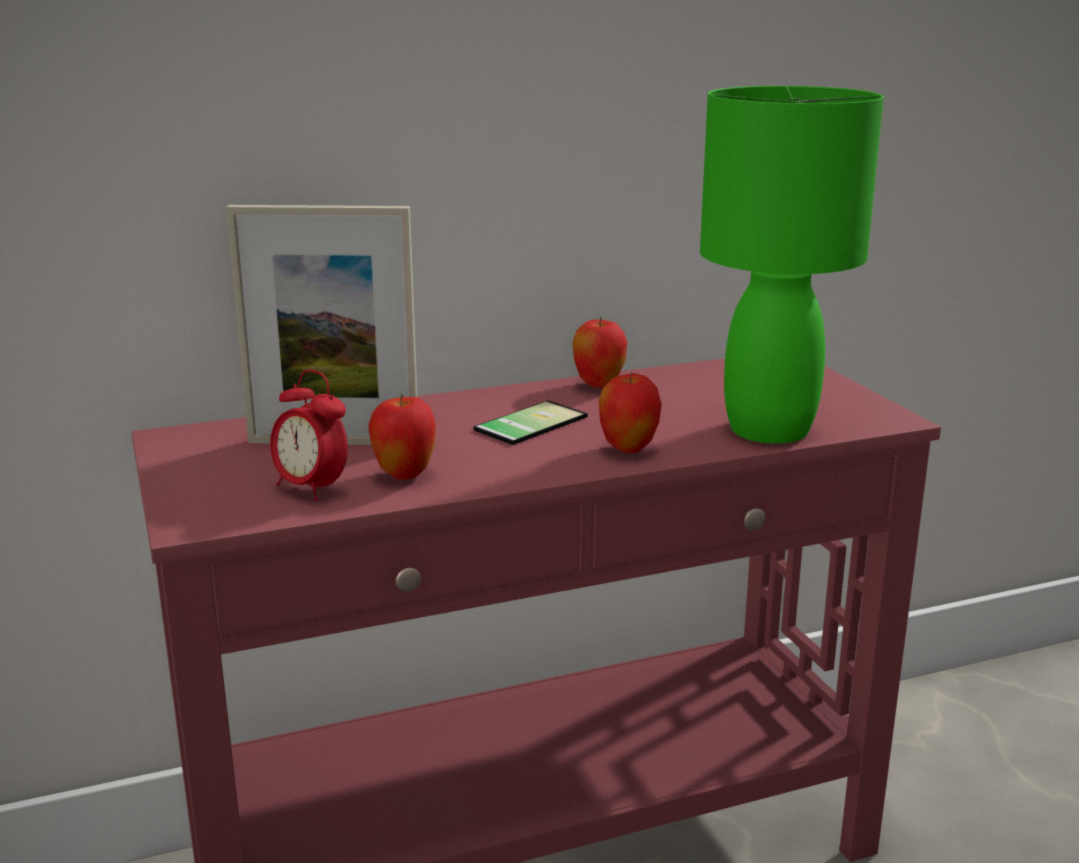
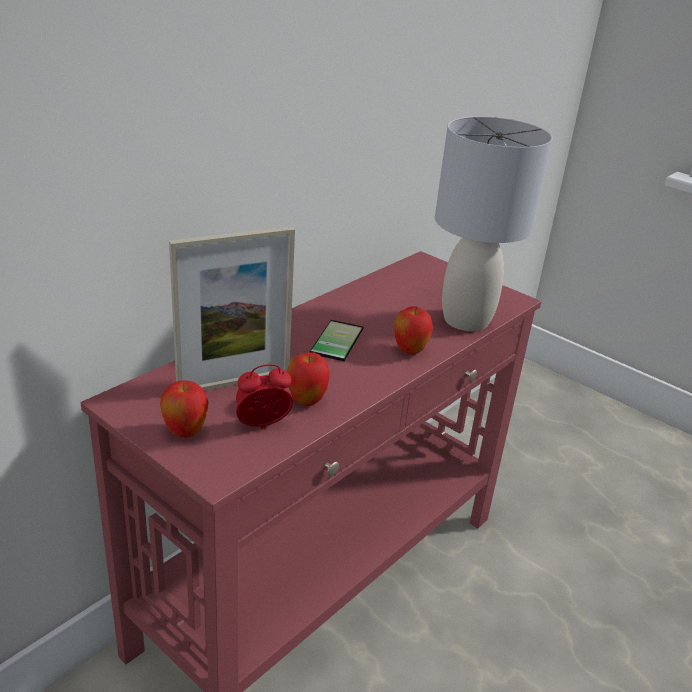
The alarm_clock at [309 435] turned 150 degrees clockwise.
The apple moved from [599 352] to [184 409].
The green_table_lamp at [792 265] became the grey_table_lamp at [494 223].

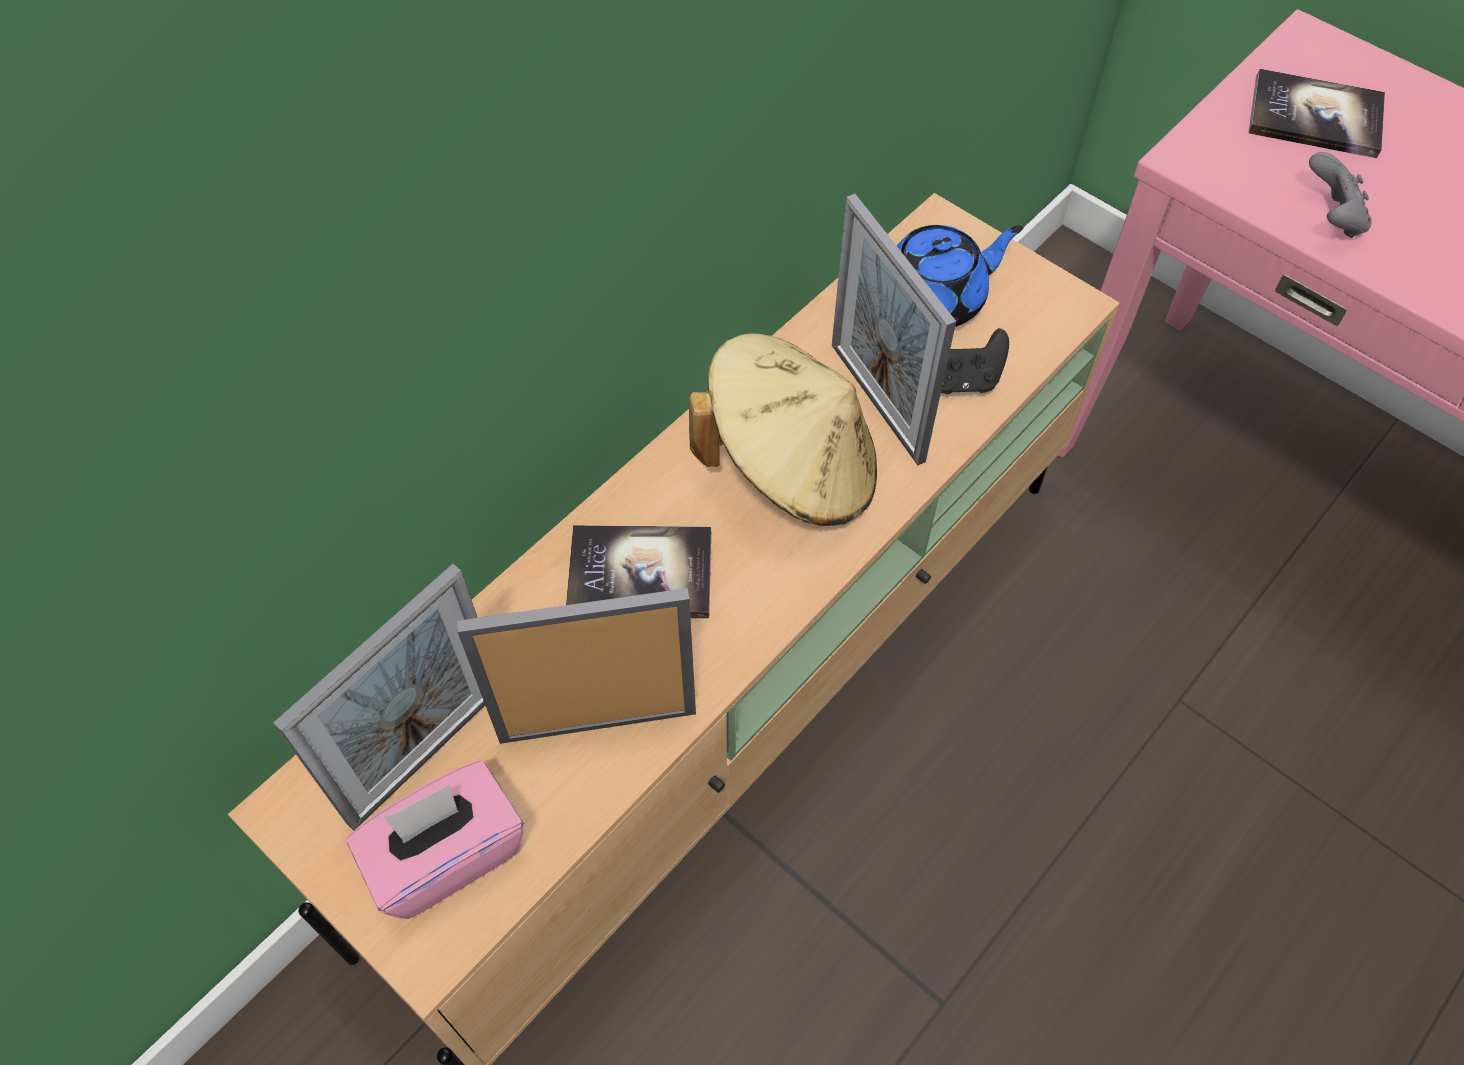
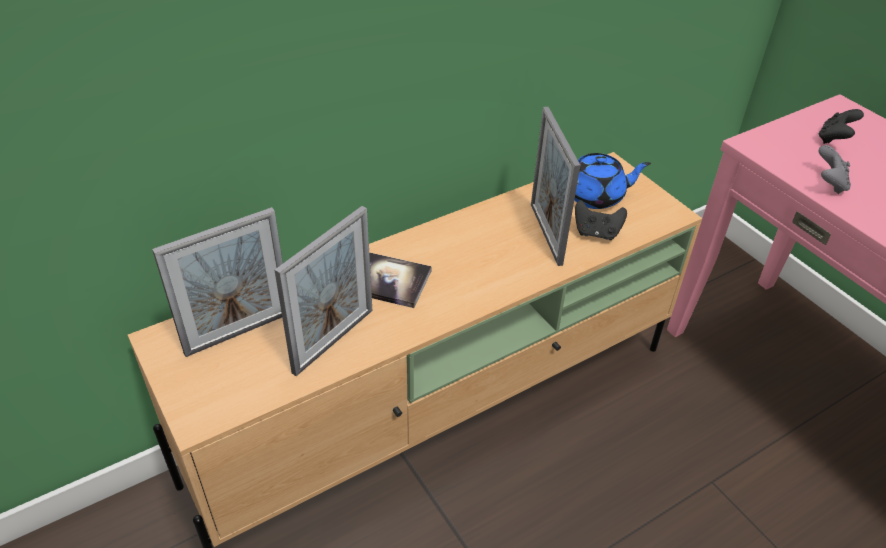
The pink_tissue_box at [435 839] disappeared.
The picture_frame at [576 666] turned 120 degrees clockwise.
The beige_hat at [783 430] disappeared.
The book at [1317 113] was replaced by the black_game_controller at [841 126].

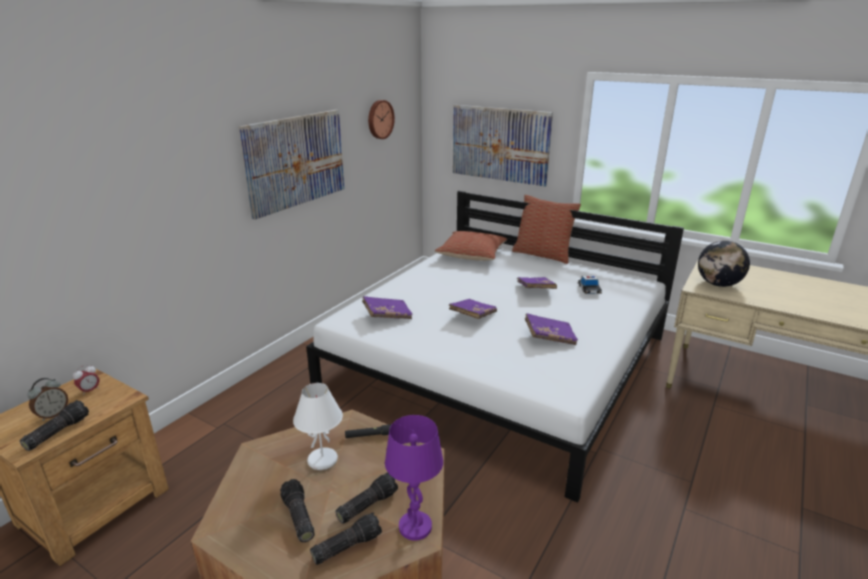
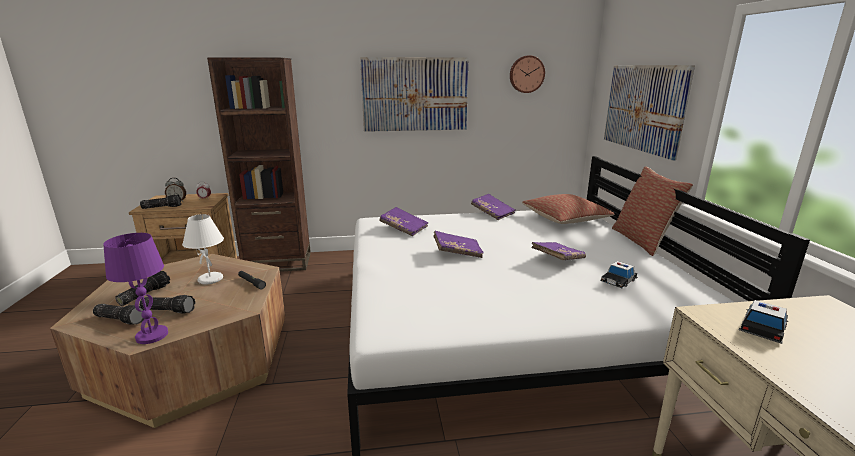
The purple_book moved from [551 329] to [493 207].
The globe at [724 263] was replaced by the toy_car at [763 322].
The brown_bookcase at [259 164] appeared.

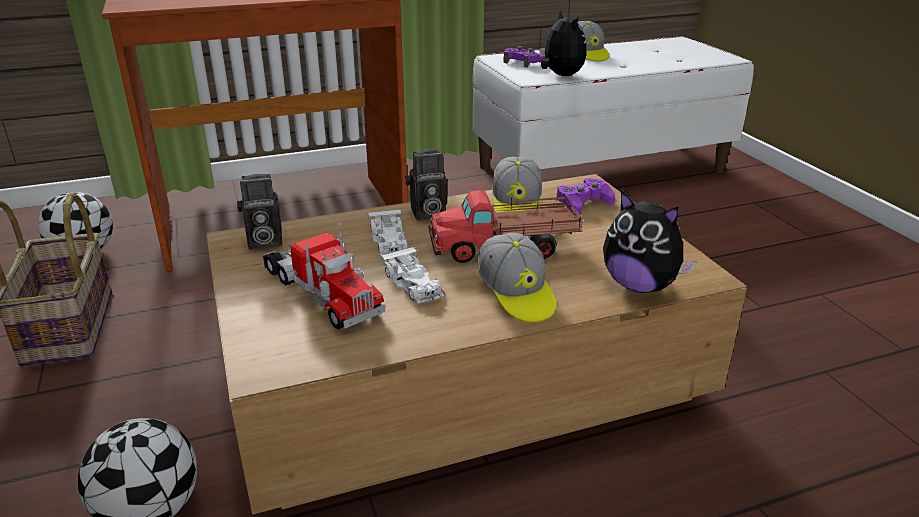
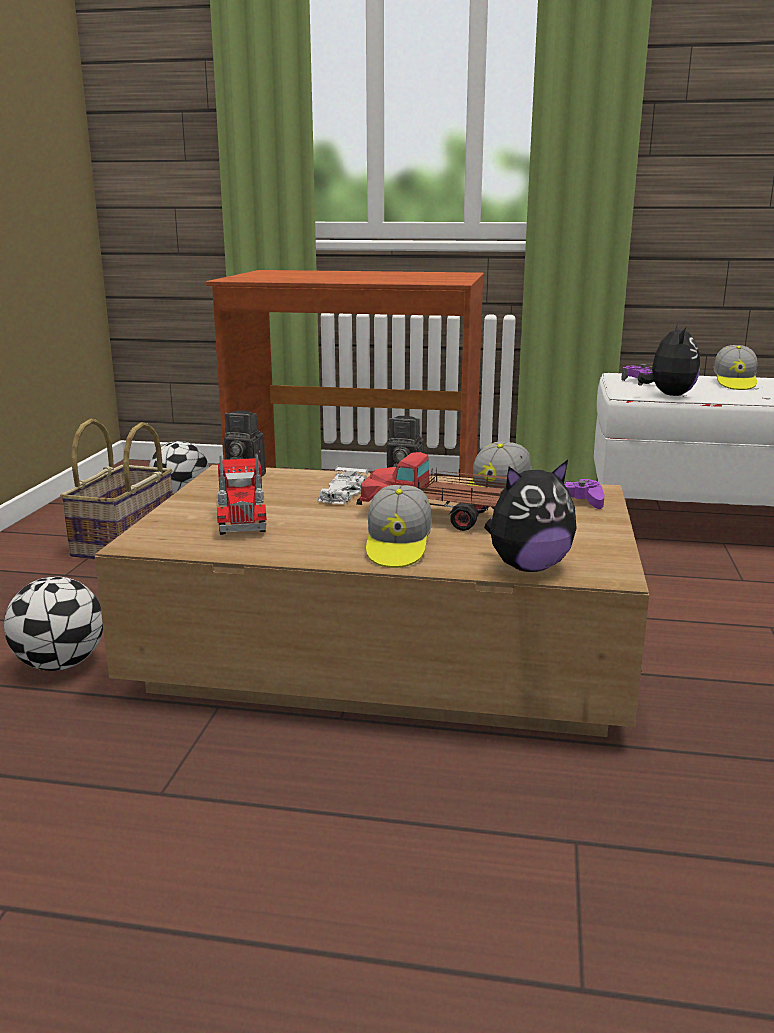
The white_toy_car at [412 276] disappeared.
The plush_toy at [649 241] turned 90 degrees counterclockwise.

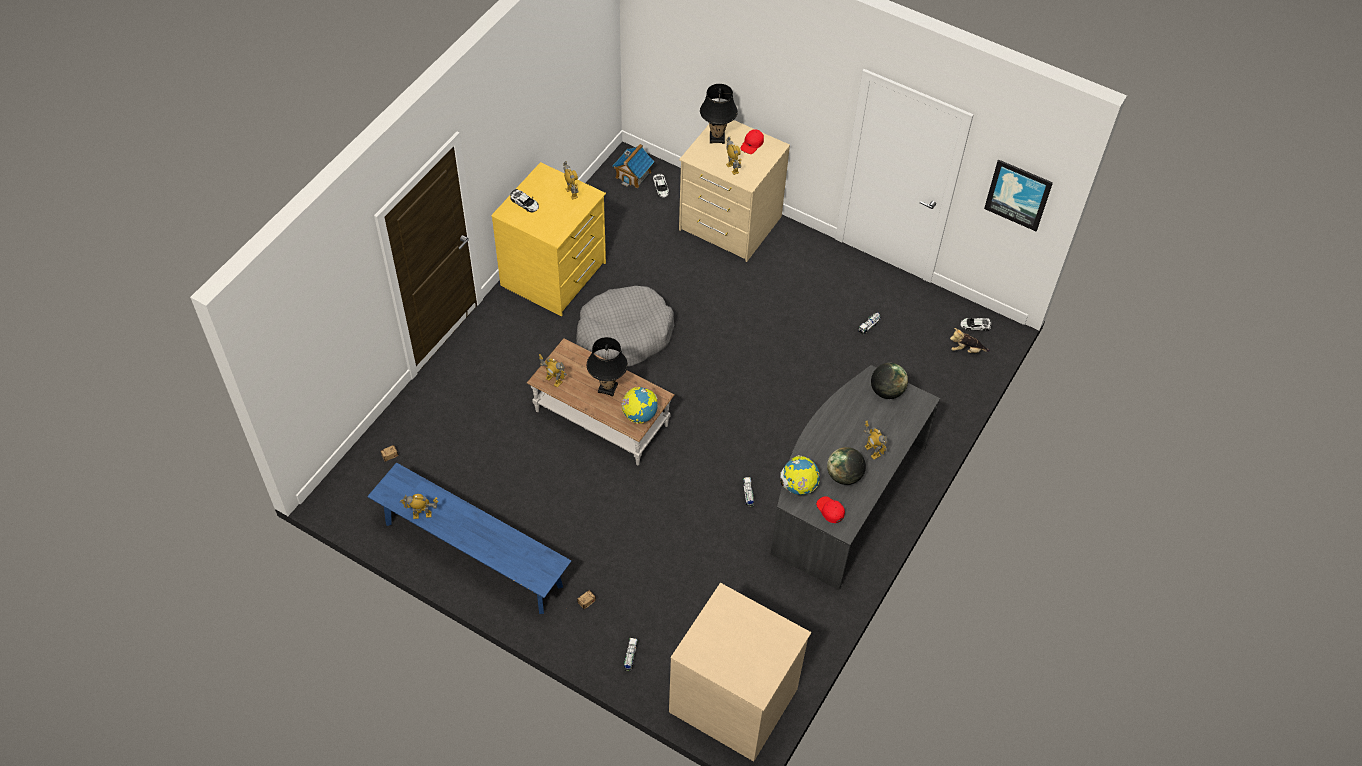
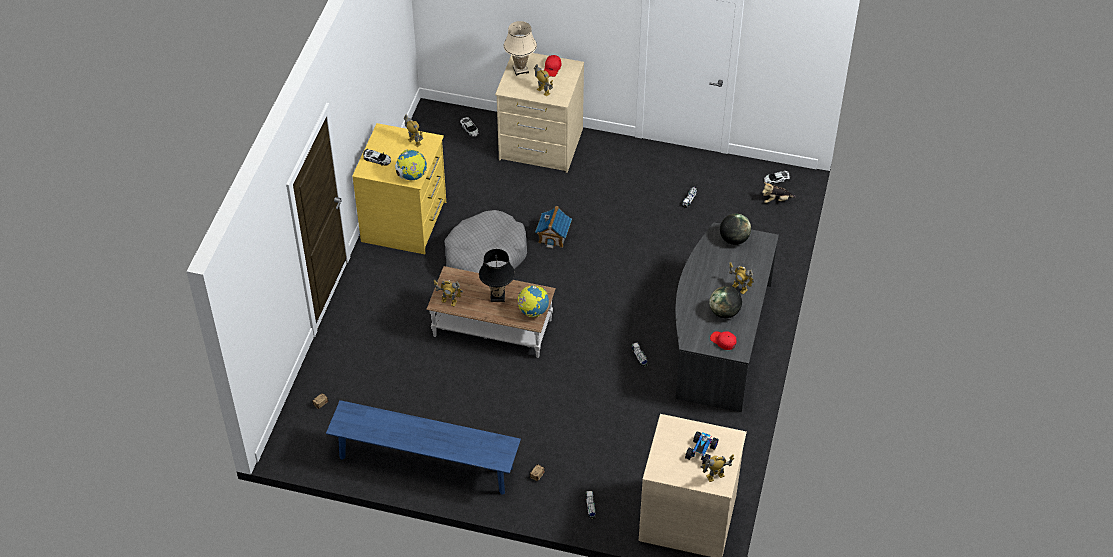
The toy_robot moved from [419 506] to [717 468].
The toy_house moved from [633 166] to [553 227].
The black_table_lamp at [719 114] became the beige_table_lamp at [520 48].
The globe moved from [800 475] to [411 164].
The picture at [1018 195] disappeared.
The toy_car at [702 448] appeared.

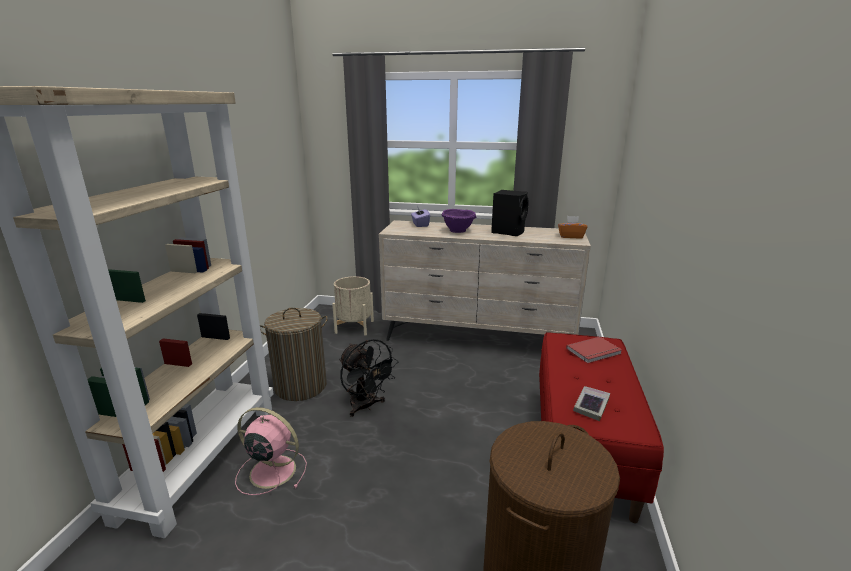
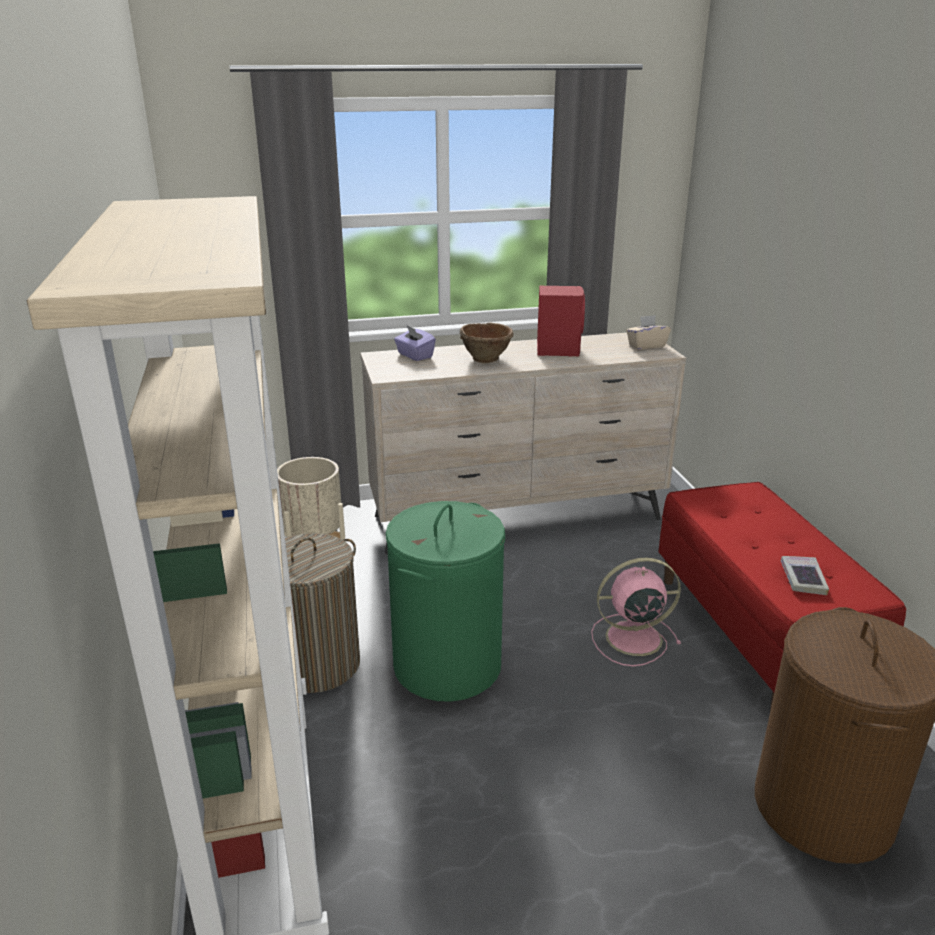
The pink_fan moved from [271 451] to [636 612].
The black_fan at [369 378] was replaced by the green_laundry_basket at [445 601].
The purple_bowl at [459 221] became the brown_bowl at [487 342].
The black_speaker at [510 213] became the red_speaker at [561 321].
The orange_tissue_box at [573 227] became the beige_tissue_box at [648 332].
The red_book at [594 350] disappeared.

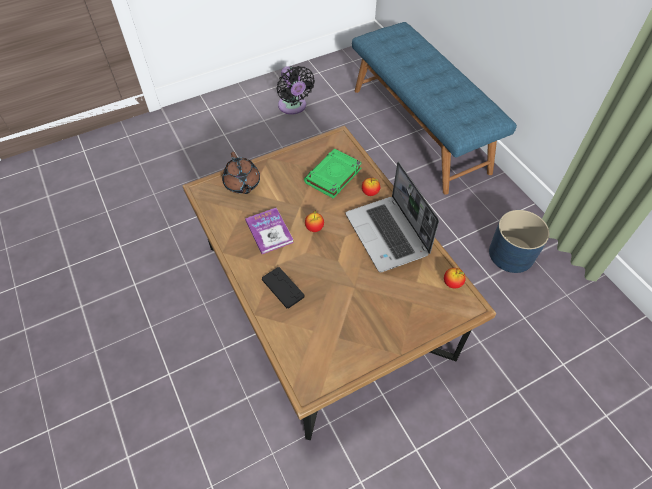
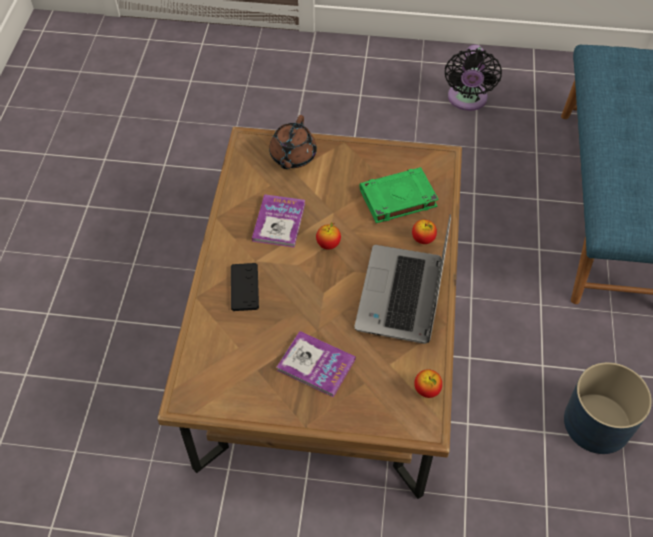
The book at [316 364] appeared.

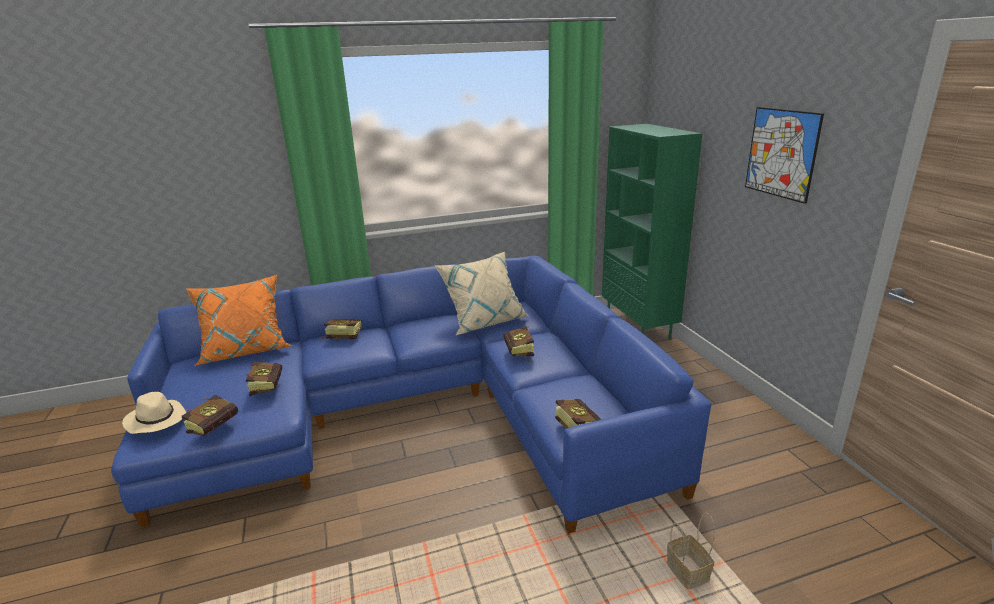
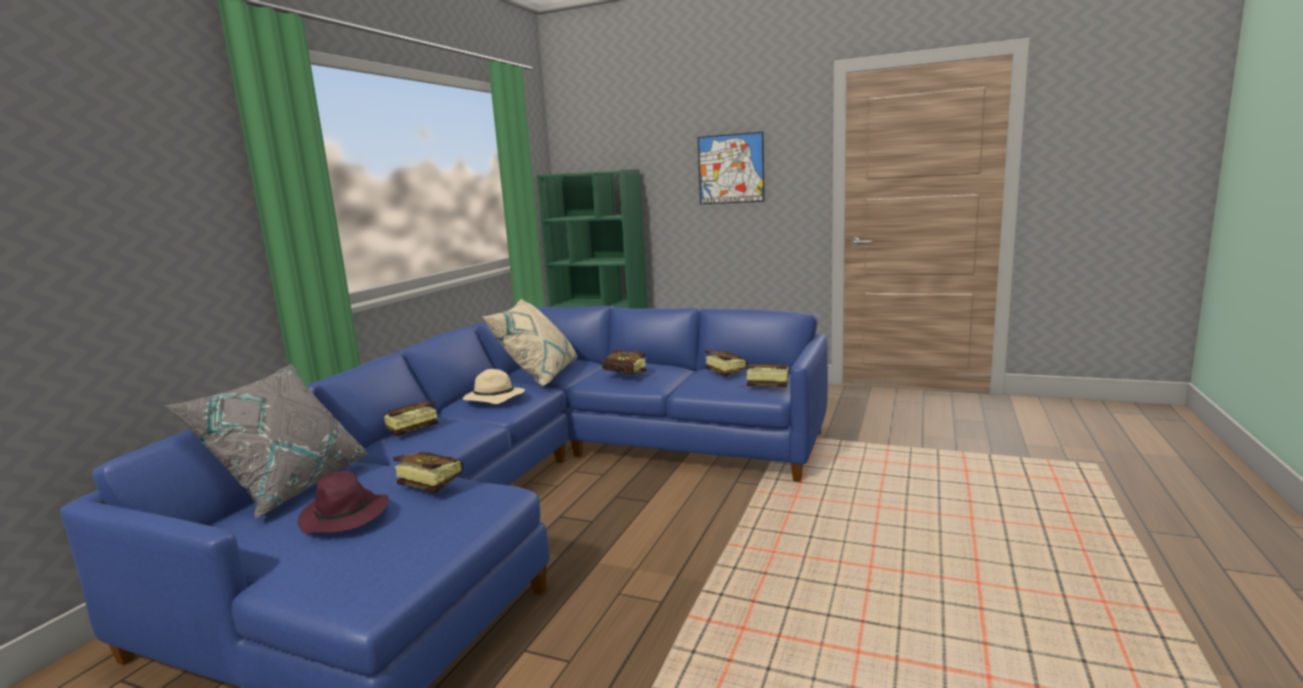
The beige_hat moved from [154 413] to [493 386].
The book moved from [210 415] to [726 363].
The orange_pillow at [239 320] became the grey_pillow at [267 441].
The basket at [691 551] disappeared.
The purple_hat at [343 501] appeared.

